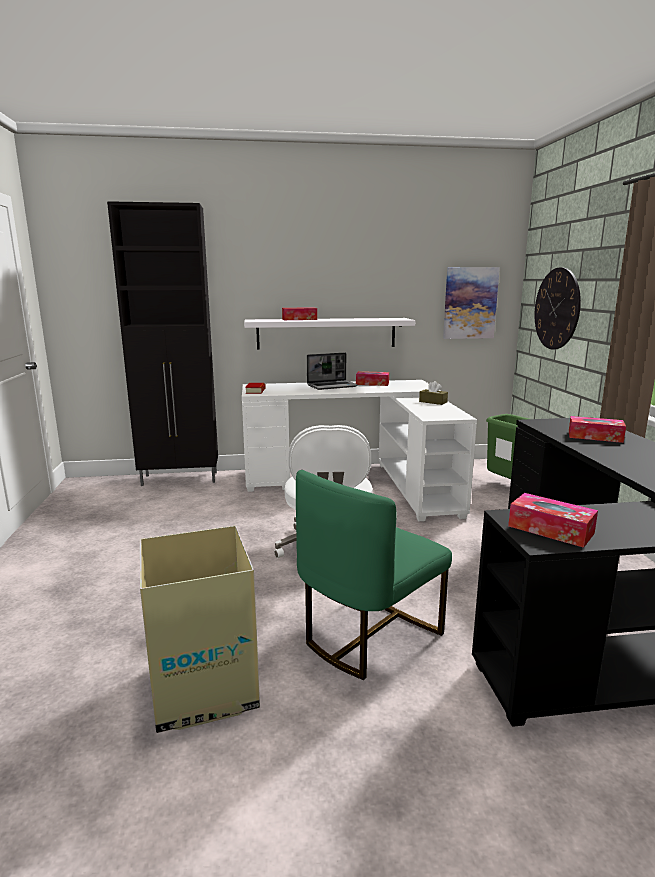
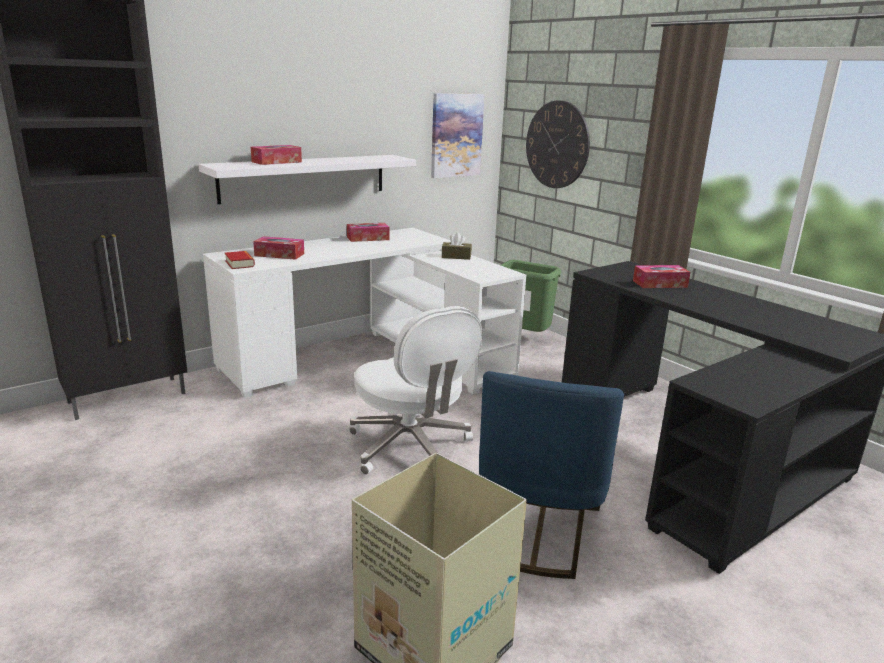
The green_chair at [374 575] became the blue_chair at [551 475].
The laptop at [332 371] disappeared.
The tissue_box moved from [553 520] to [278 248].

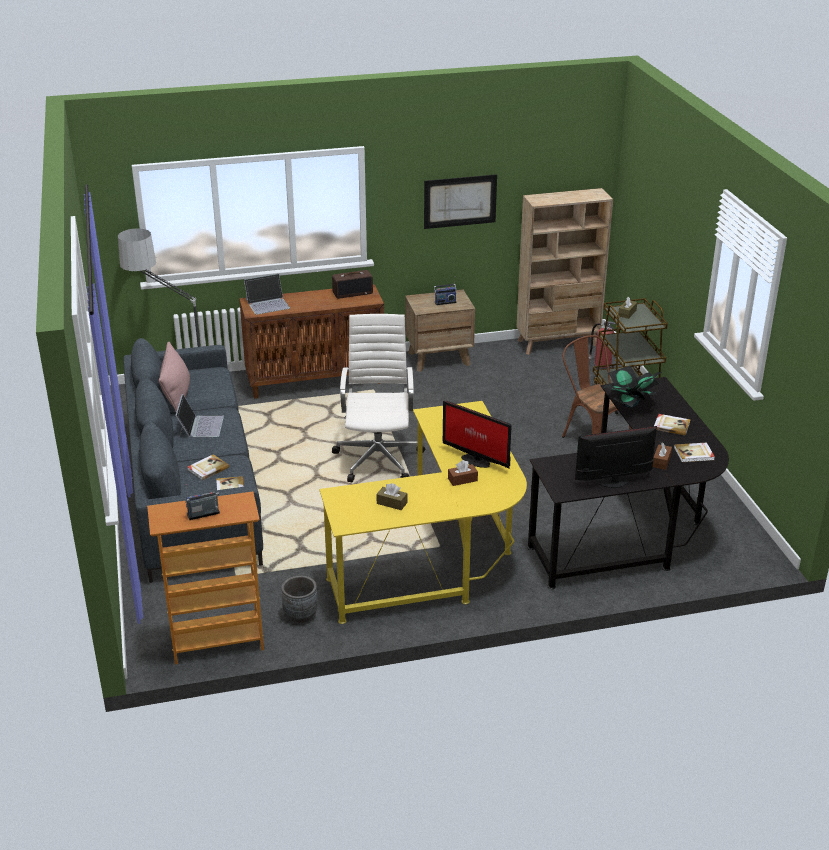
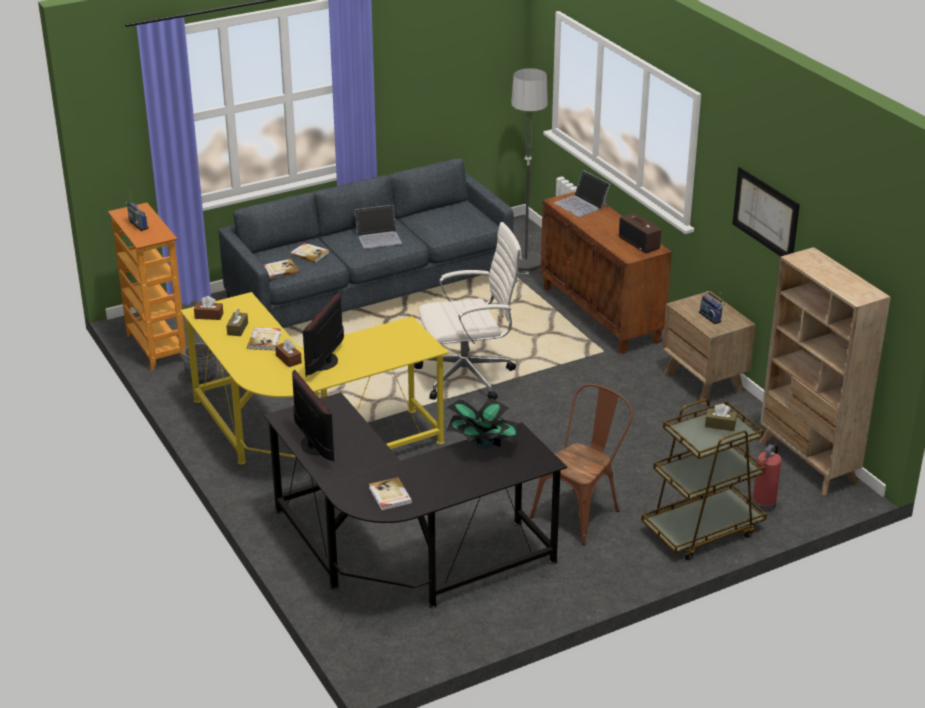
The pink_pillow at [174 376] disappeared.
The brown_tissue_box moved from [662 456] to [208 308].
The book moved from [672 425] to [264 338].

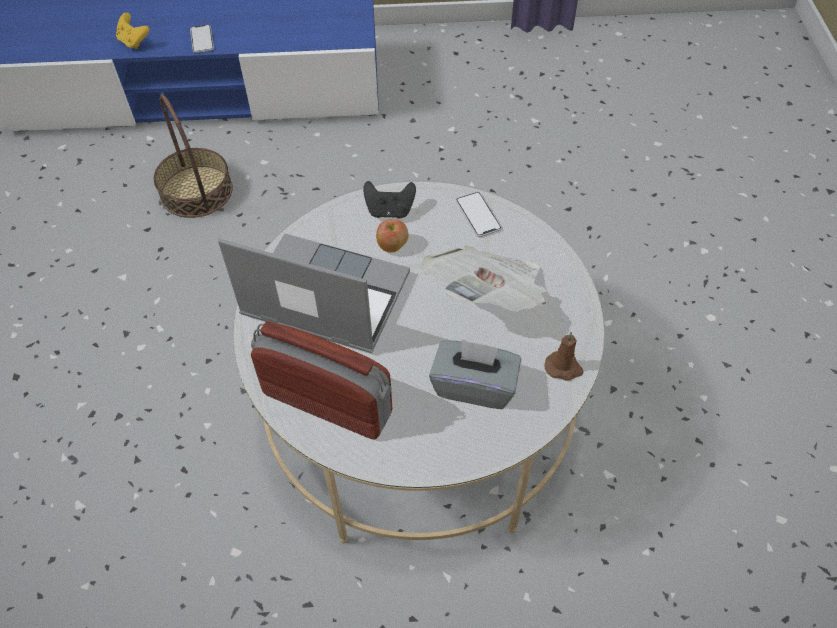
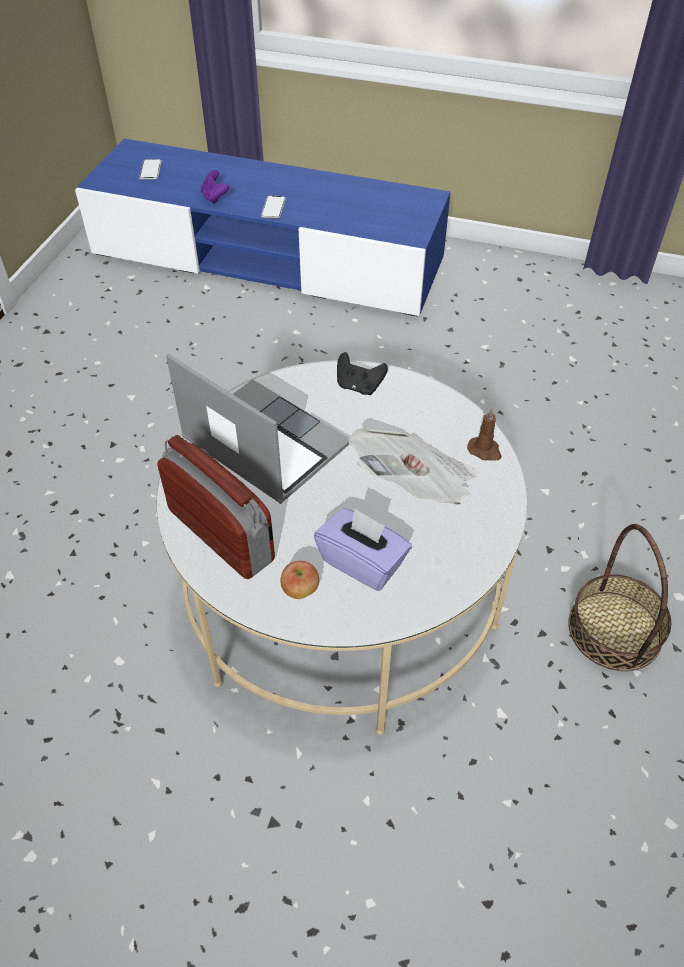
The yellow_game_controller at [132 30] became the purple_game_controller at [215 187].
The basket moved from [193 156] to [619 597].
The apple moved from [392 236] to [299 580].
The grey_tissue_box at [475 374] became the purple_tissue_box at [363 549].
The phone moved from [479 214] to [150 169].
The brown_candle moved from [564 356] to [484 434].

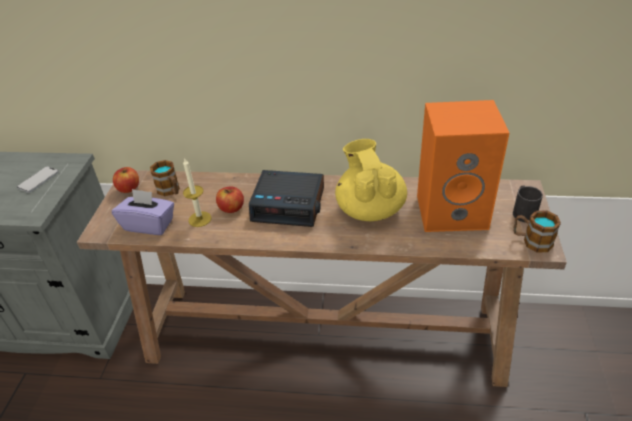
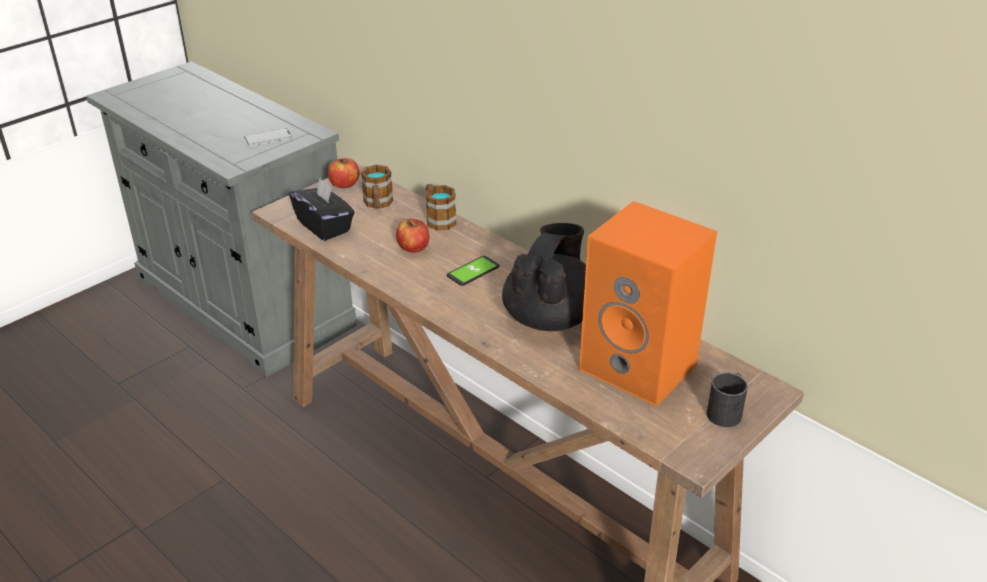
The purple_tissue_box at [143 212] became the black_tissue_box at [322 209].
The candle at [197 193] disappeared.
The alarm_clock at [286 198] was replaced by the phone at [473 271].
The yellow_teapot at [371 180] became the black_teapot at [544 277].
The mug moved from [537 231] to [440 207].

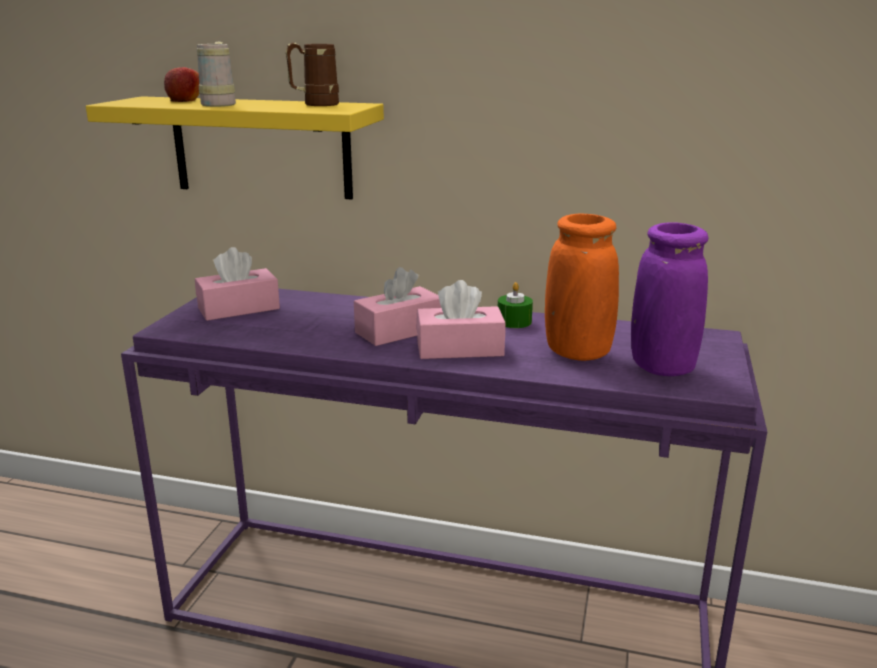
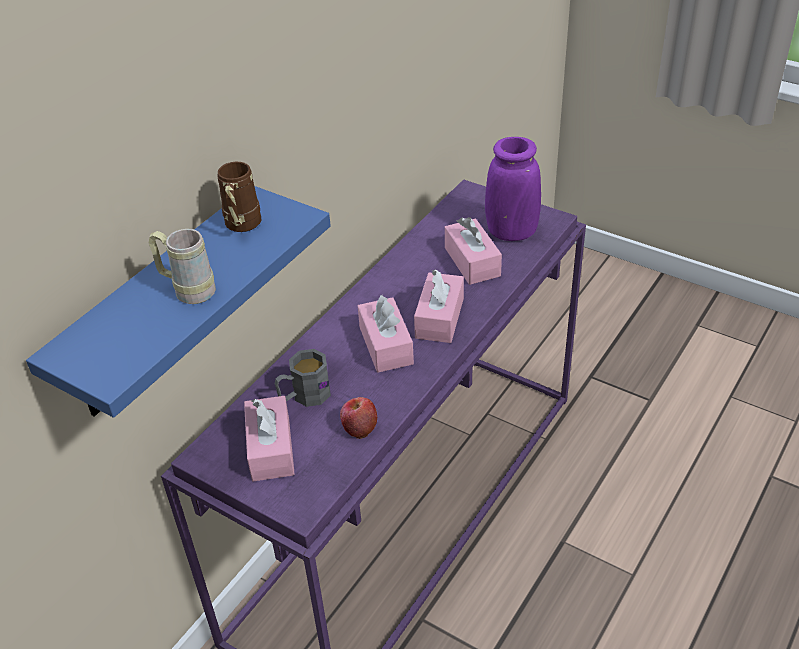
The yellow_shelf at [235 147] became the blue_shelf at [178 302].
The apple moved from [181 84] to [358 418].
The green_candle at [515 305] disappeared.
The orange_vase at [582 287] was replaced by the pink_tissue_box at [473 251].
The grey_mug at [303 378] appeared.

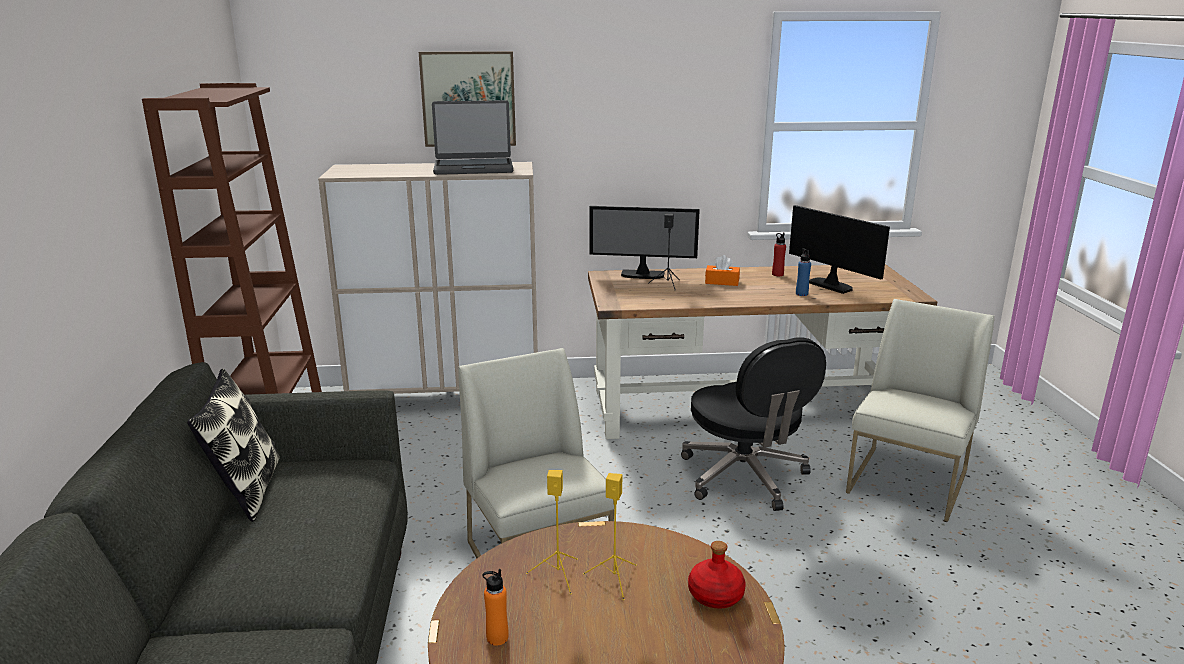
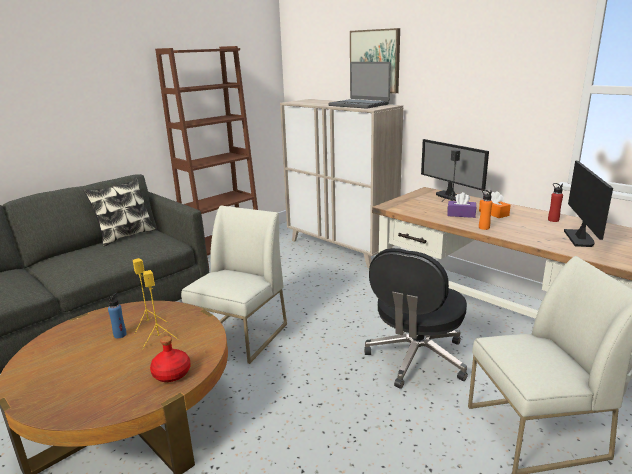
The orange_bottle moved from [495 607] to [486 209].
The blue_bottle moved from [803 272] to [117 315].
The purple_tissue_box at [461 205] appeared.

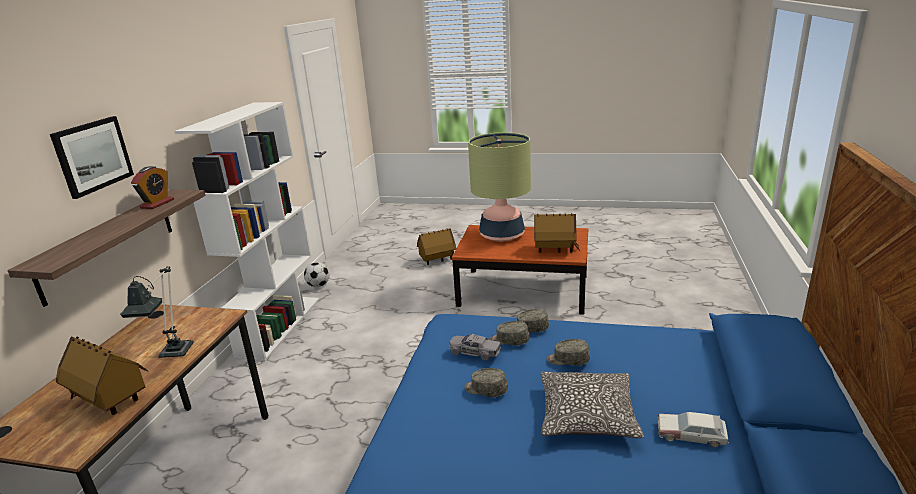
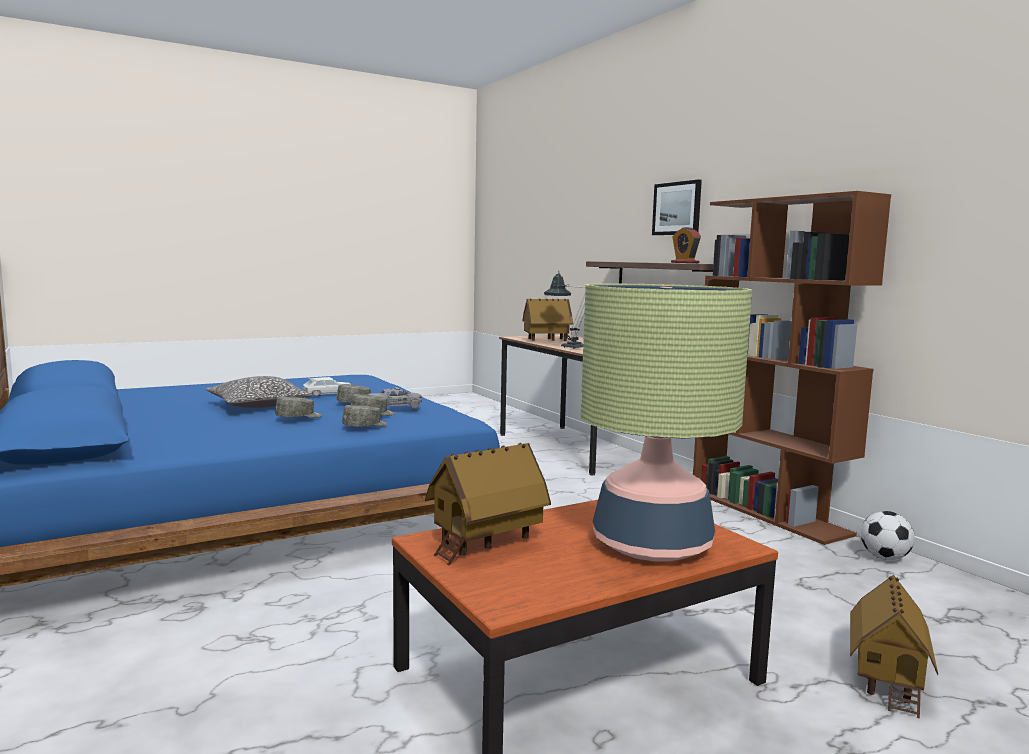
The white_bookcase at [247 231] became the brown_bookcase at [792 368].
The toy_car moved from [693 430] to [327 386].

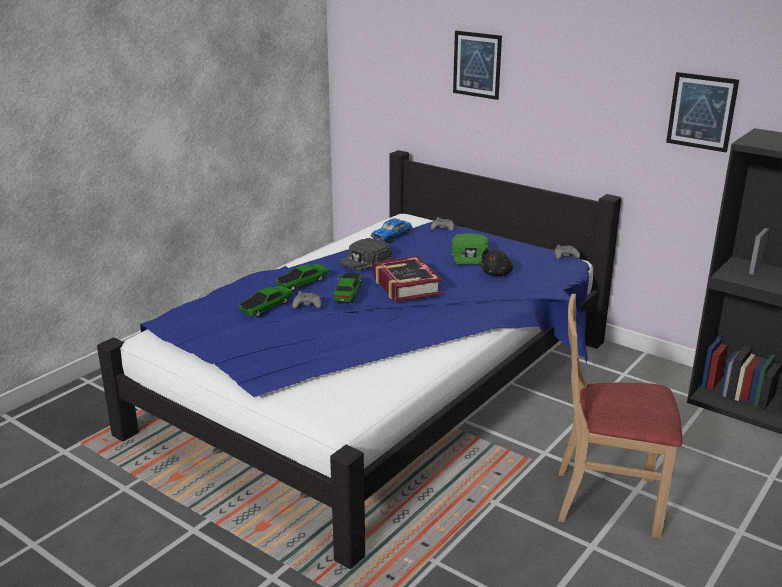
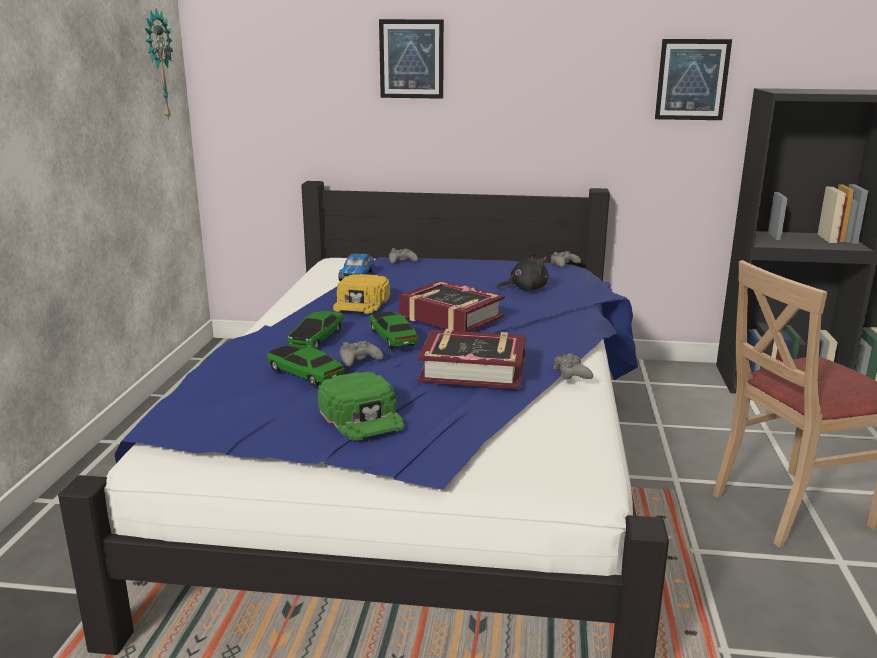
The toy_car at [266 302] turned 120 degrees clockwise.
The black_cap at [365 254] became the yellow_cap at [361 294].
The green_cap moved from [470 249] to [361 406].
The black_plush_toy at [497 262] turned 105 degrees counterclockwise.
The wall_clock at [159 64] appeared.
The book at [472 359] appeared.
The grey_game_controller at [573 367] appeared.

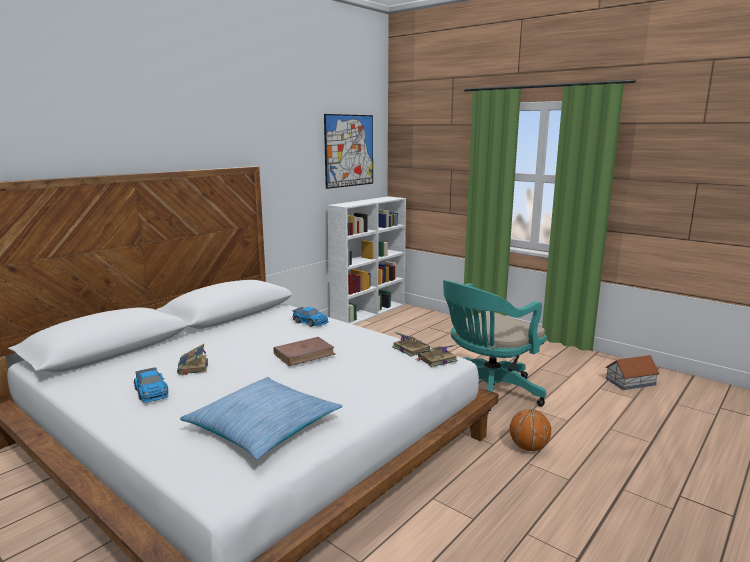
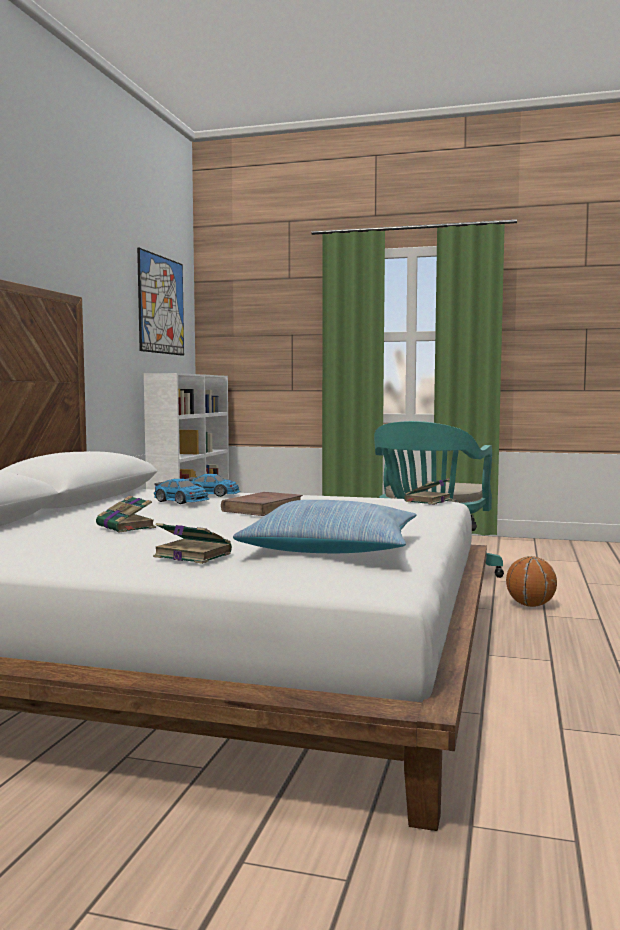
The toy_car moved from [151 385] to [181 491].
The book moved from [411 344] to [192 543].
The toy_house at [632 372] disappeared.

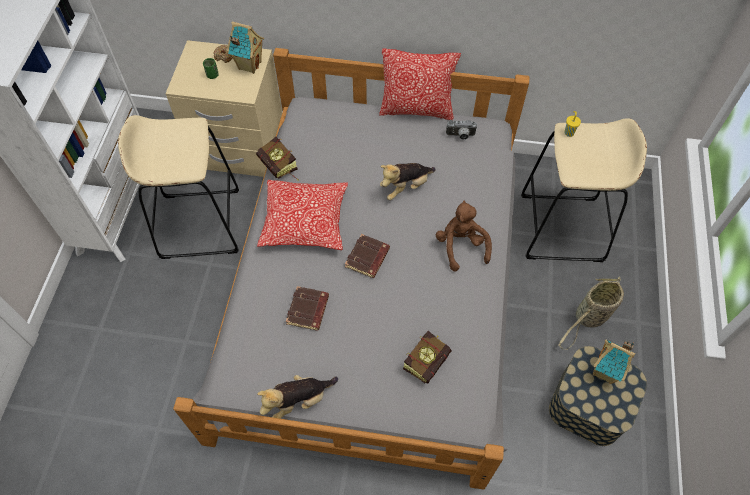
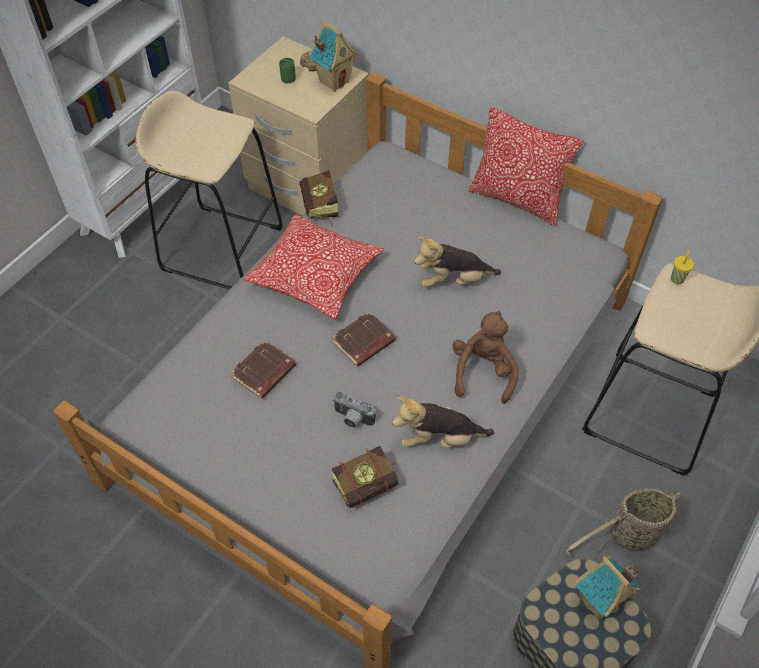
The plush_toy moved from [297 397] to [443 422].
The photo_camera moved from [461 130] to [354 410].

